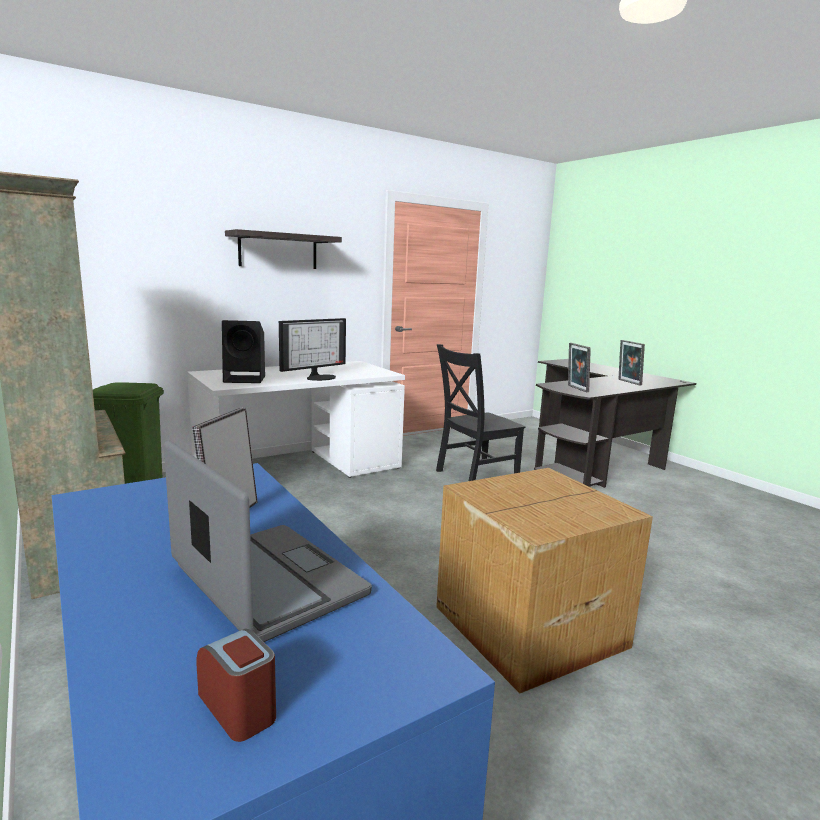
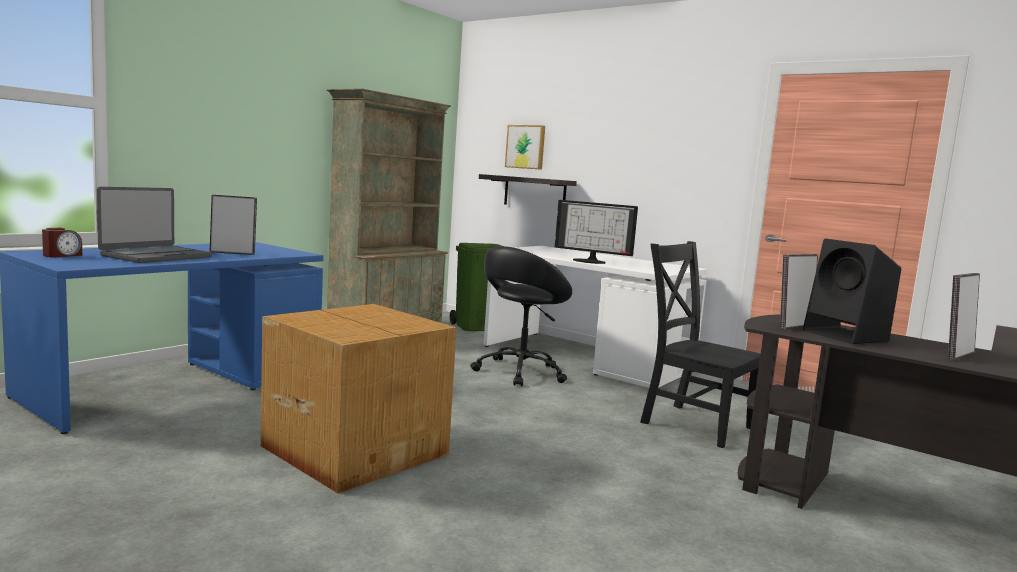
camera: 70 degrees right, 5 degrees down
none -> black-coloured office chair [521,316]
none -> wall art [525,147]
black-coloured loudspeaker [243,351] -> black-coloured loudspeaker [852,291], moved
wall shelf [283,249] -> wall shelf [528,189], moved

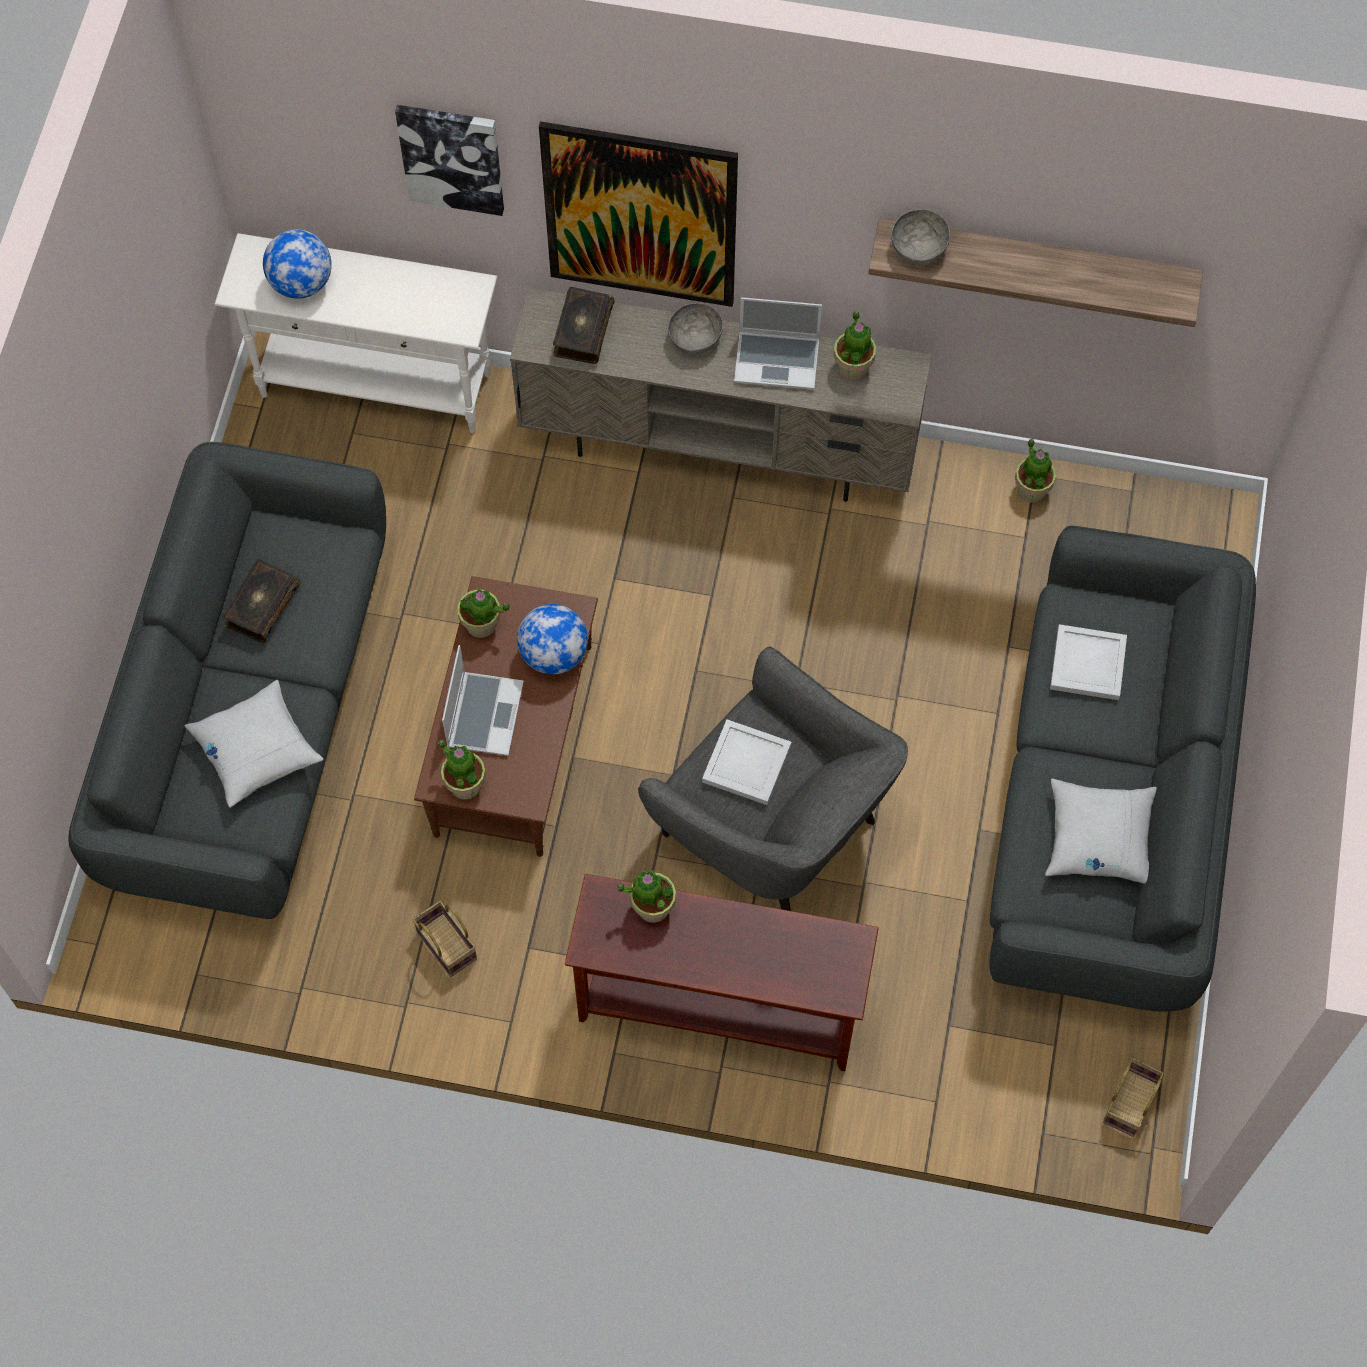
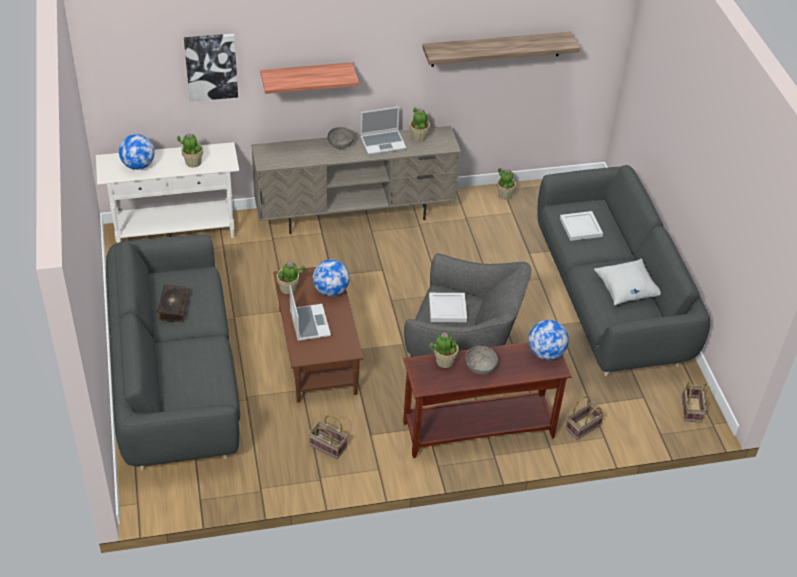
camera: 25 degrees left, 20 degrees down
gray cushion [254,744] -> none
book [583,325] -> none
none -> desk globe [548,340]
none -> storage basket [585,418]
potted plant [462,770] -> potted plant [190,150], moved
gray deep dish [920,237] -> gray deep dish [482,360], moved
wall art [638,214] -> wall shelf [309,78]

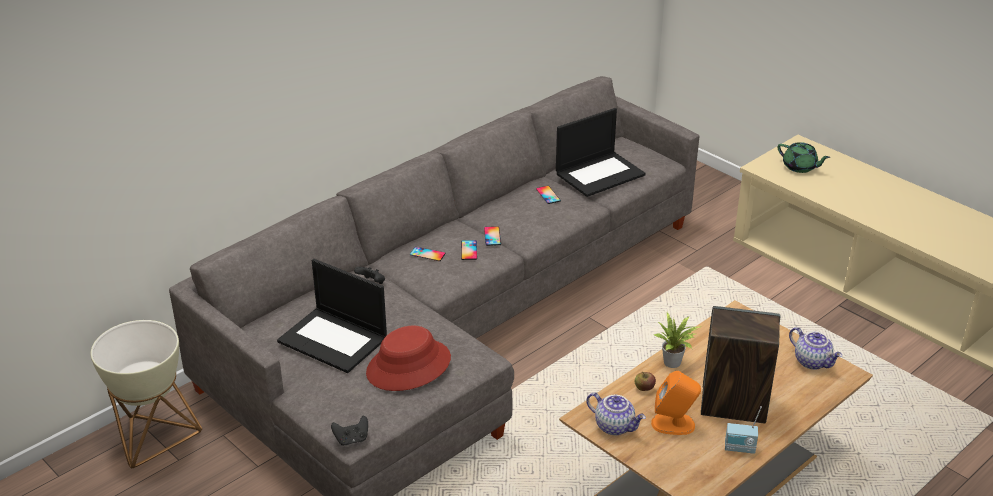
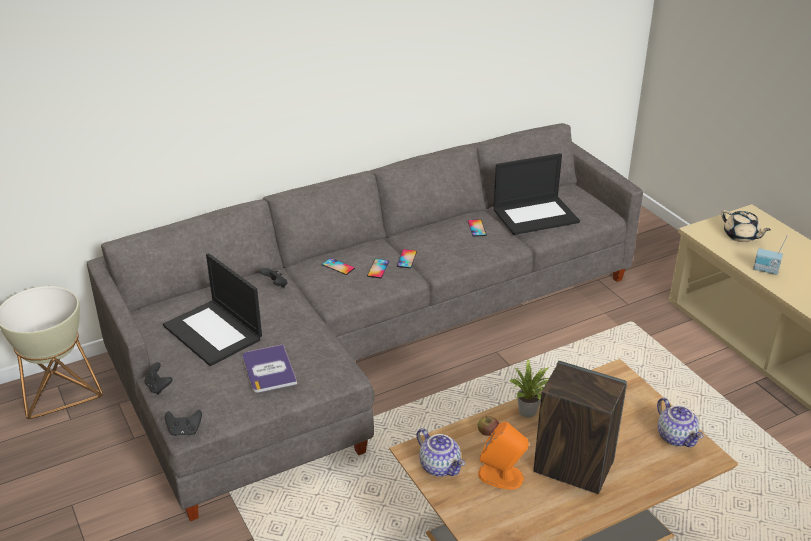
camera: 15 degrees right, 0 degrees up
none -> black-coloured joypad [158,378]
radio [743,430] -> radio [770,255], moved
reddish wearable hat [408,358] -> book [269,368]
greenish tea pot [803,157] -> beige tea pot [746,226]

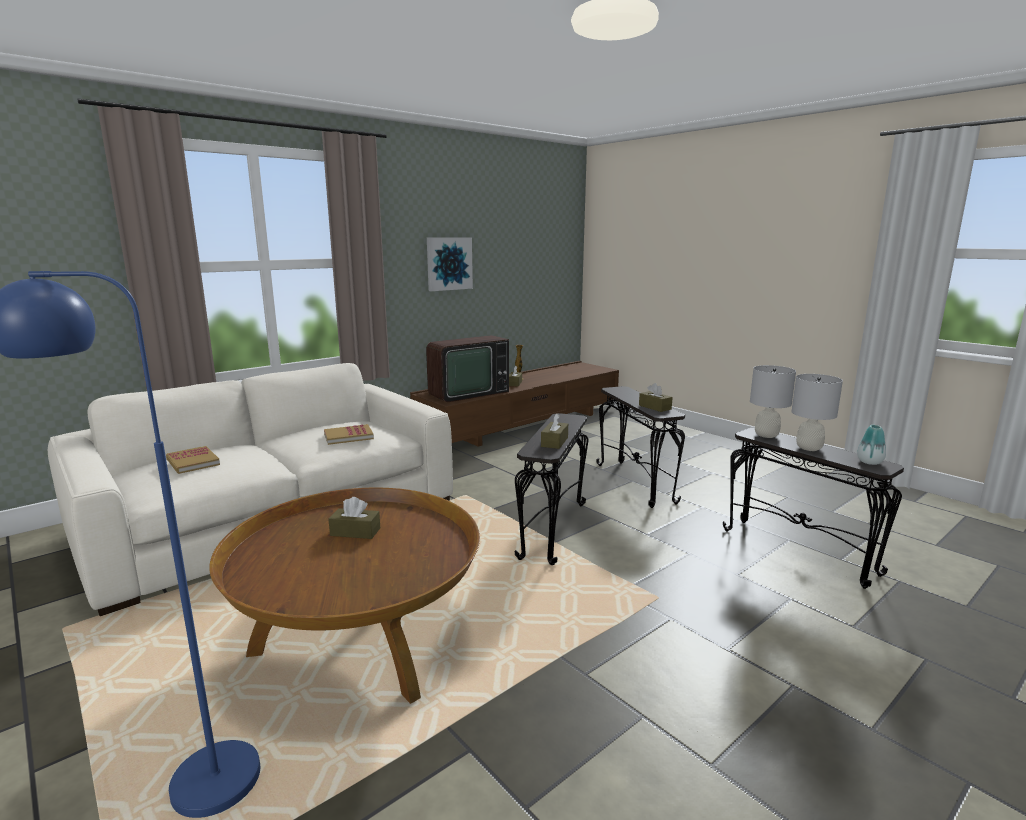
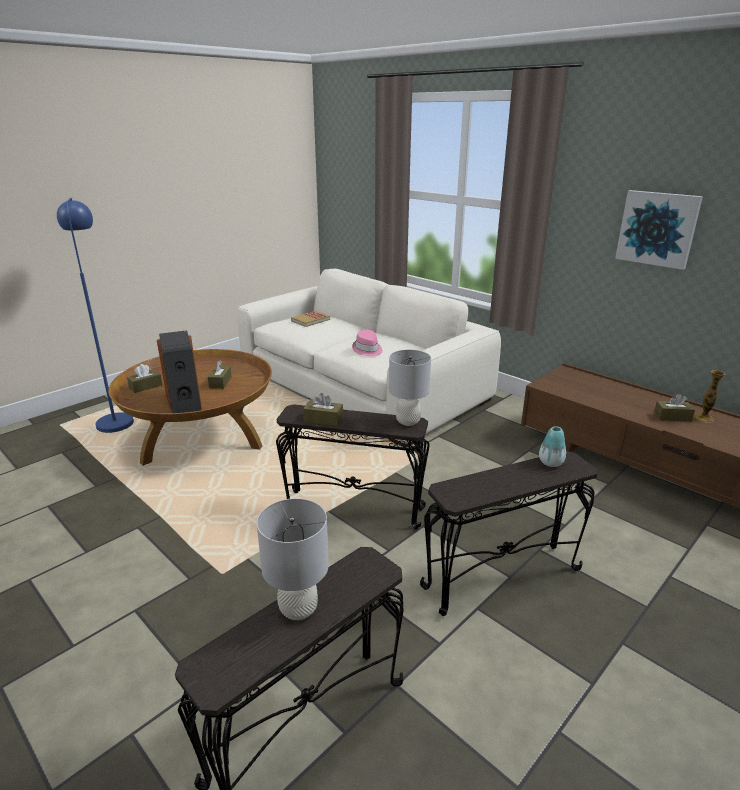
camera: 85 degrees right, 10 degrees up
television [467,368] -> none
none -> loudspeaker [179,371]
brown-coloured tissue holder [656,397] -> brown-coloured tissue holder [144,378], moved
gray lamp for a table [773,401] -> gray lamp for a table [410,388], moved
flower vase [871,445] -> flower vase [552,446], moved
book [349,434] -> pink wearable hat [367,343]

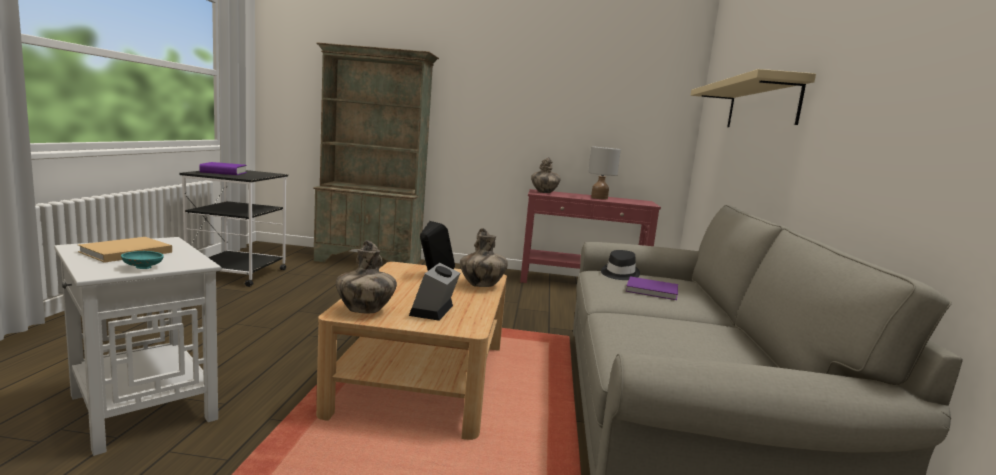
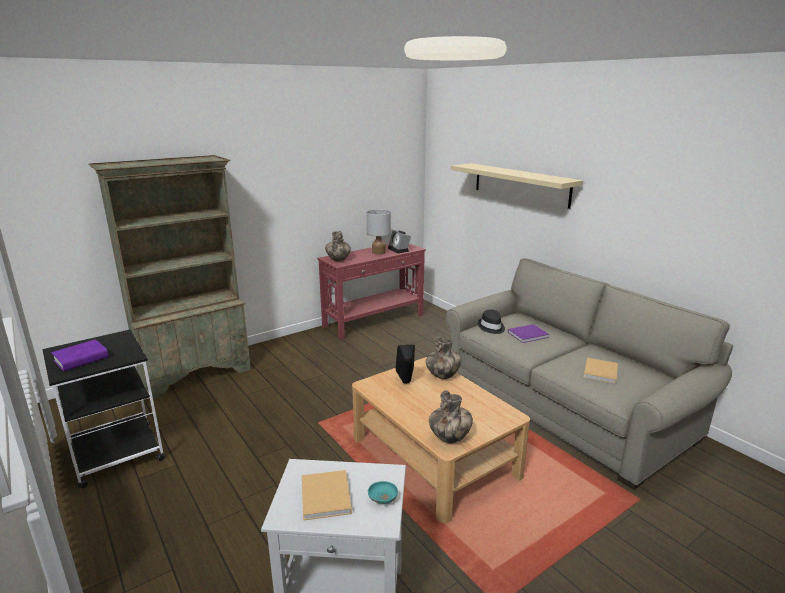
camera: 40 degrees left, 10 degrees up
none -> beige book [601,371]
table clock [434,292] -> table clock [399,241], moved

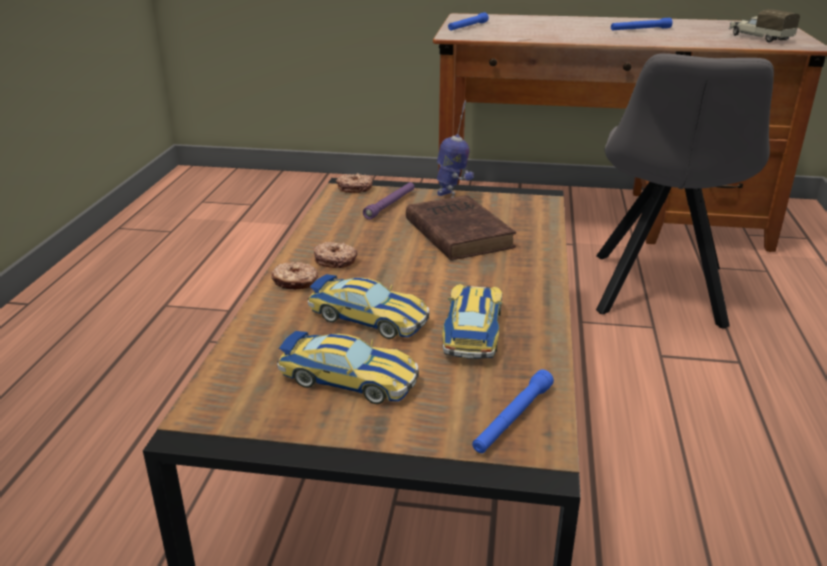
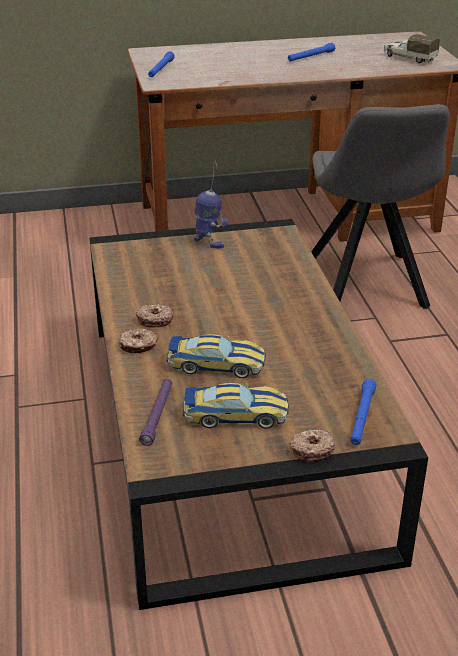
camera: 20 degrees left, 5 degrees up
brown-coloured book [461,228] -> none
toy car [472,321] -> none
doughnut [354,183] -> doughnut [312,445], moved
purple flashlight [388,201] -> purple flashlight [155,412], moved

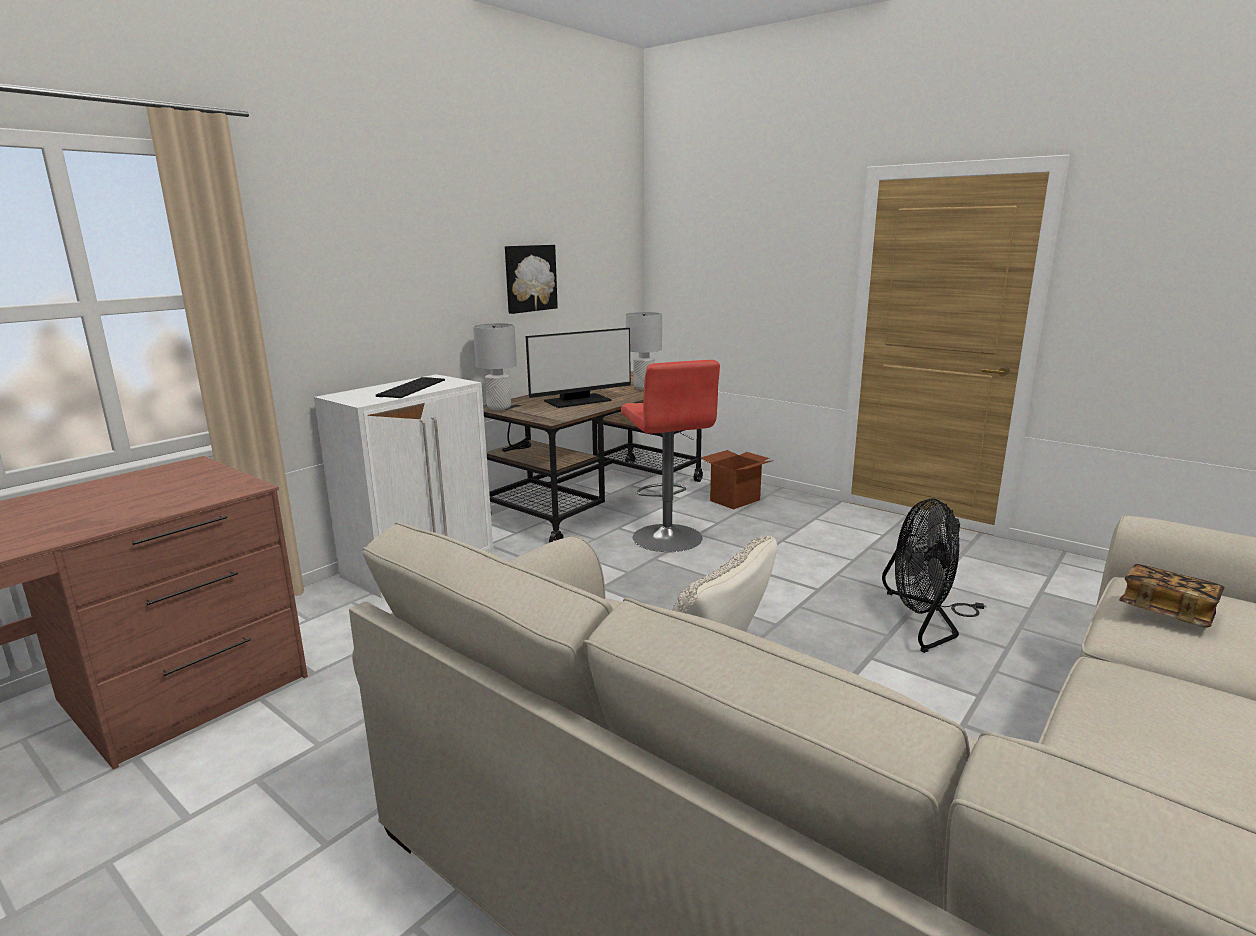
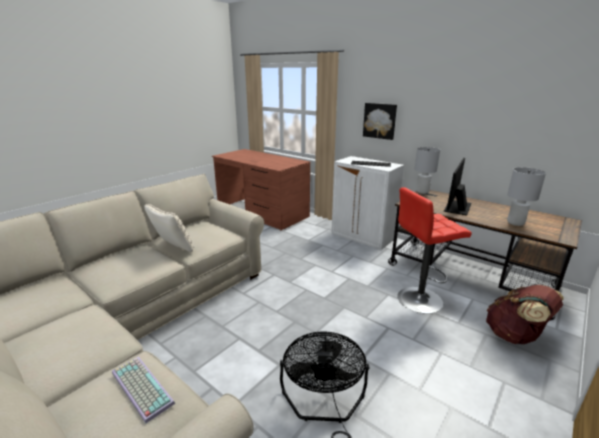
camera: 90 degrees right, 5 degrees up
wall art [531,279] -> wall art [380,121], moved
packing box [737,479] -> brown-coloured backpack [525,314]
book [1172,596] -> keyboard [143,390]
monitor [578,368] -> monitor [457,187], 60 degrees clockwise

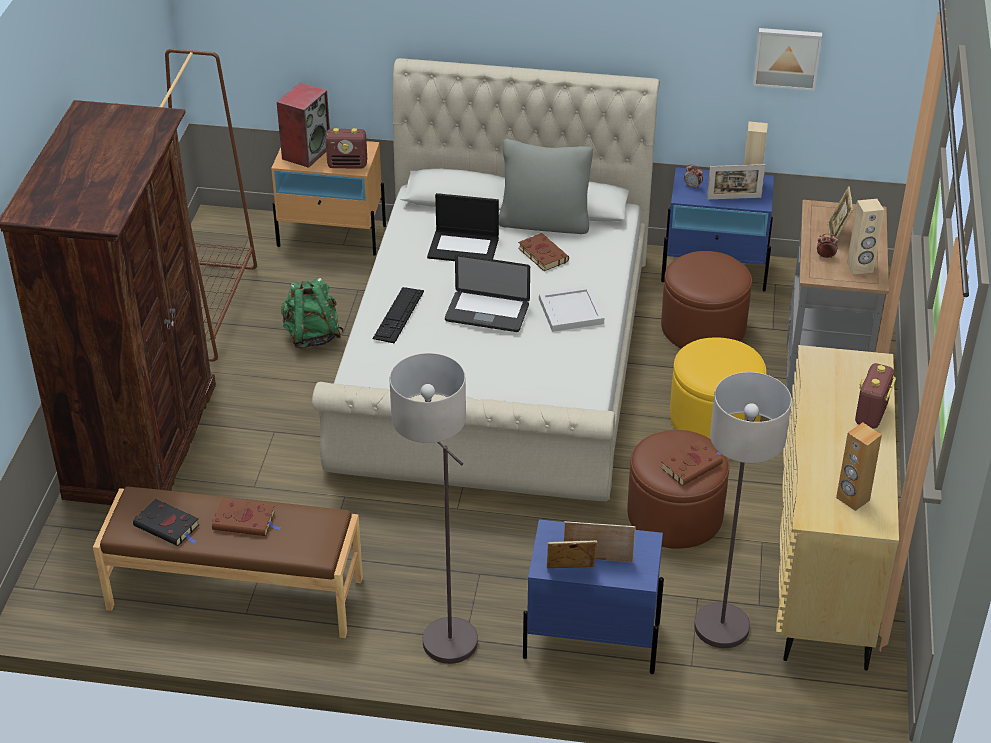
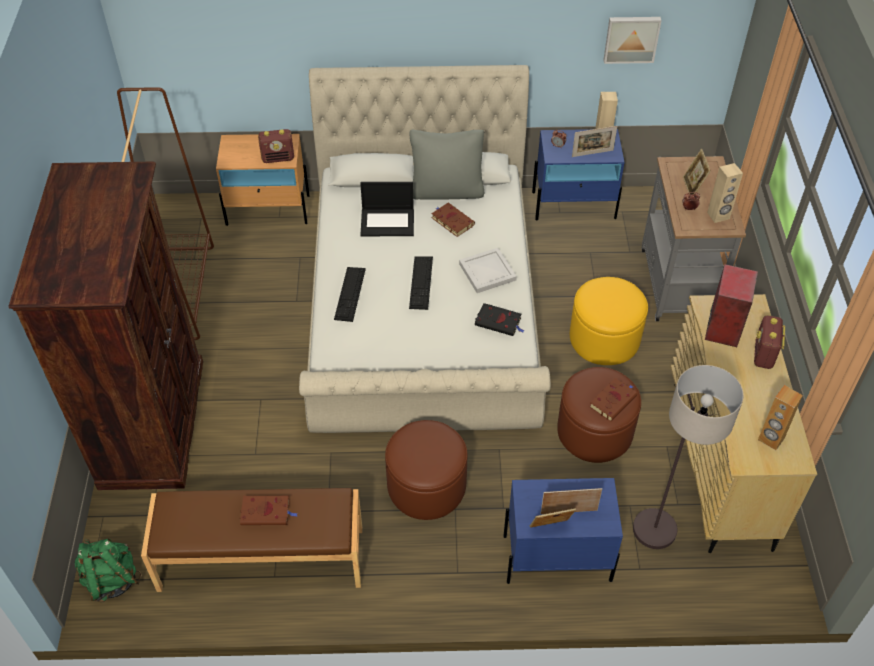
camera: 10 degrees left, 10 degrees up
gray standard lamp [434,508] -> none
black-coloured book [166,522] -> black-coloured book [500,319], moved
loudspeaker [303,125] -> loudspeaker [731,305], moved
greenish backpack [312,313] -> greenish backpack [108,570], moved
brown-coloured footrest [706,300] -> brown-coloured footrest [426,470], moved
notebook computer [487,293] -> keyboard [421,283]

